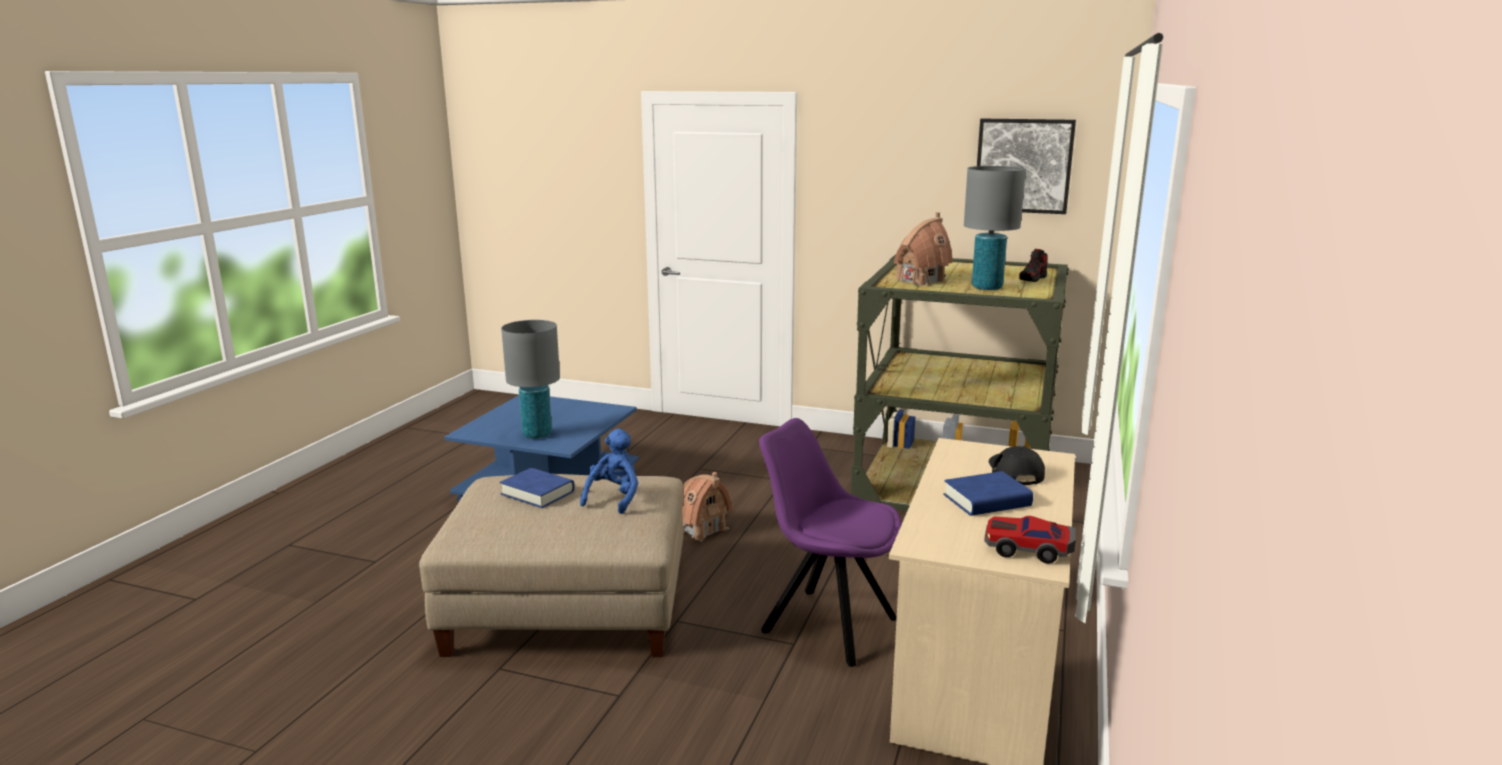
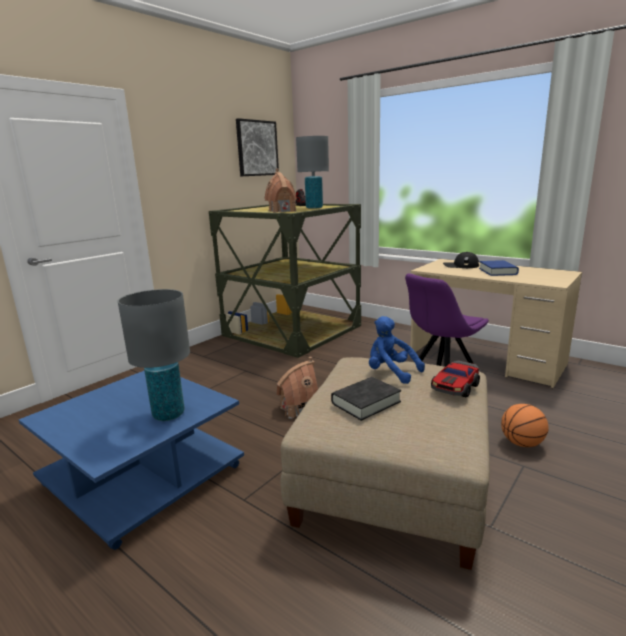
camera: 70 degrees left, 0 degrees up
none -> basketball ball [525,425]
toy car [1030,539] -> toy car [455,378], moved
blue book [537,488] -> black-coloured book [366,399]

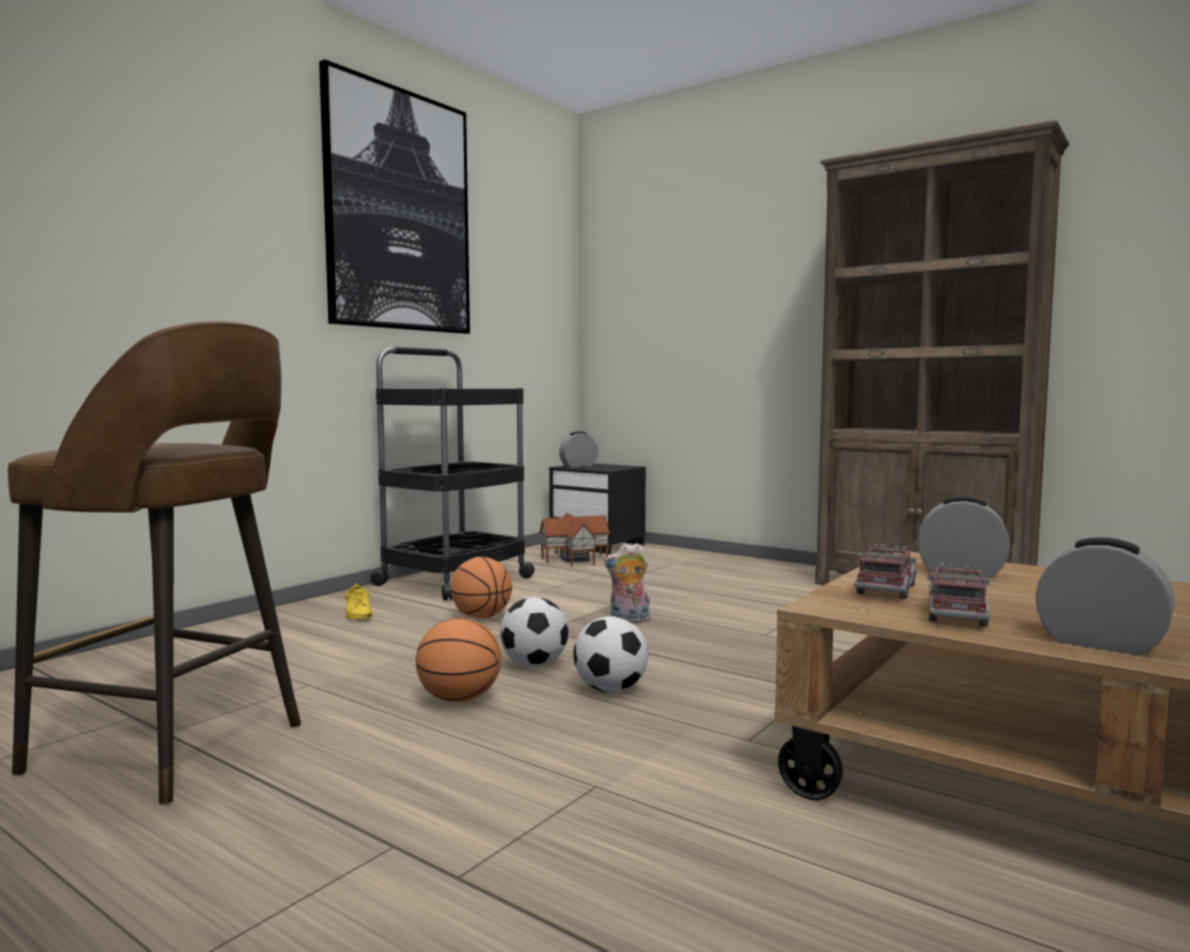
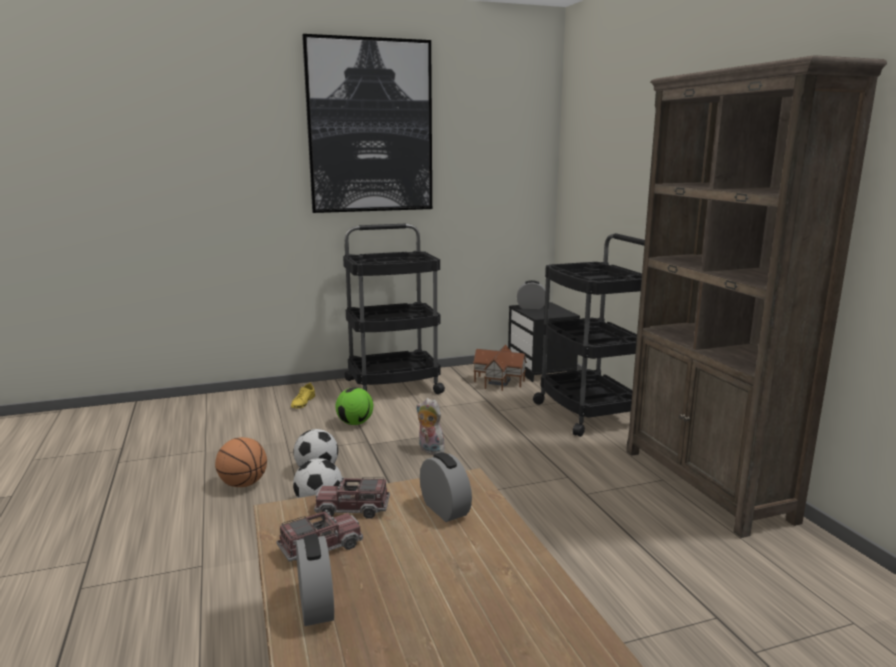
camera: 35 degrees right, 10 degrees up
brown-coloured stool seat [154,563] -> none
none -> black-coloured trolley [589,335]
basketball ball [481,587] -> football [354,406]
toy truck [885,571] -> toy truck [352,497], 150 degrees counterclockwise

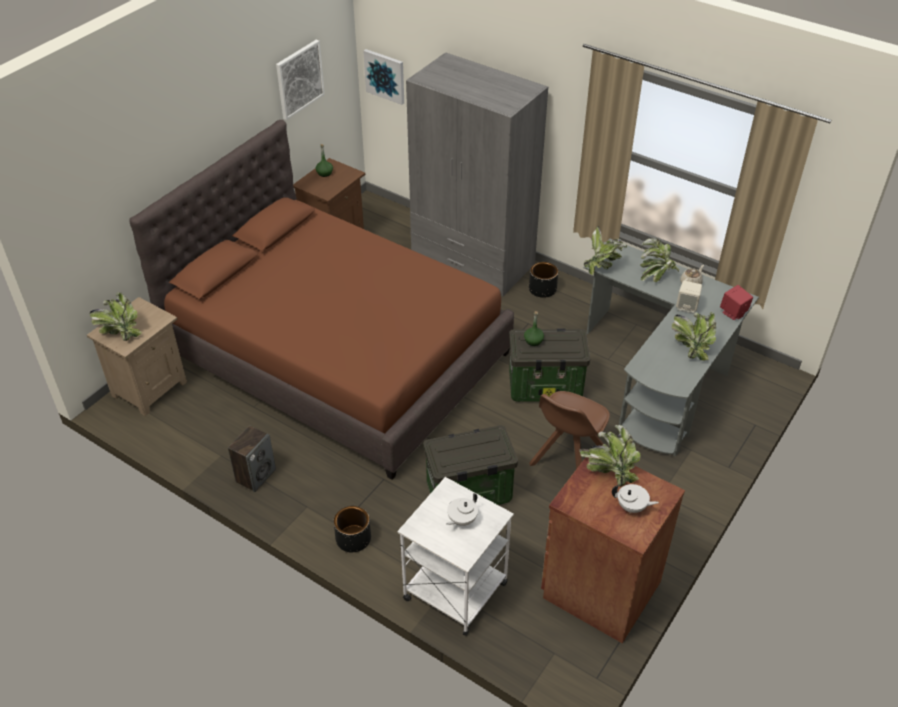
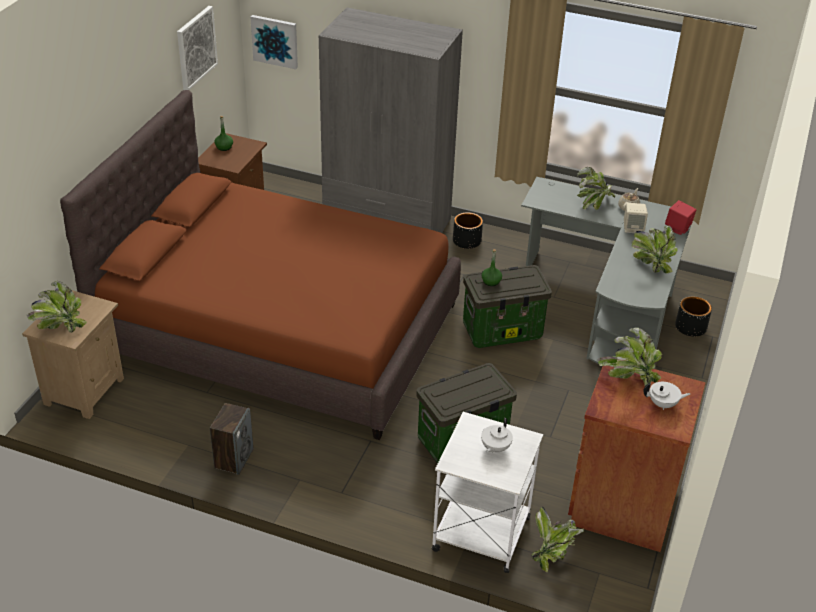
camera: 15 degrees left, 5 degrees down
brown-coloured plain chair [569,430] -> none
black-coloured planter [352,529] -> black-coloured planter [693,316], moved
potted plant [605,250] -> potted plant [557,539], moved

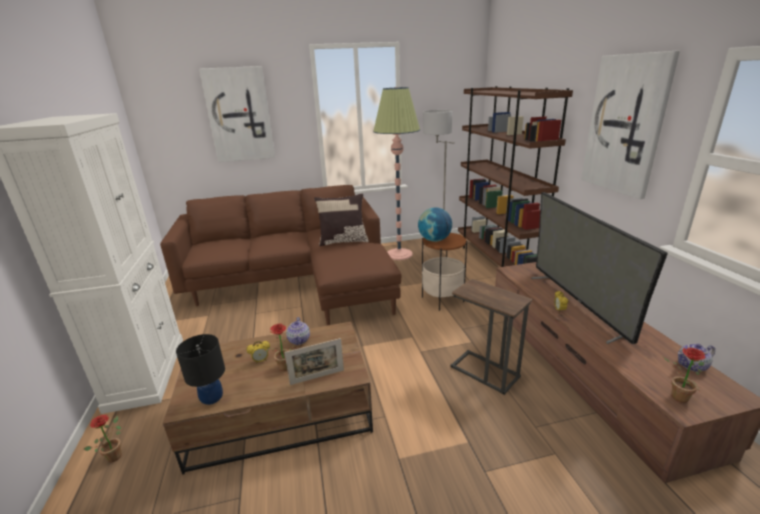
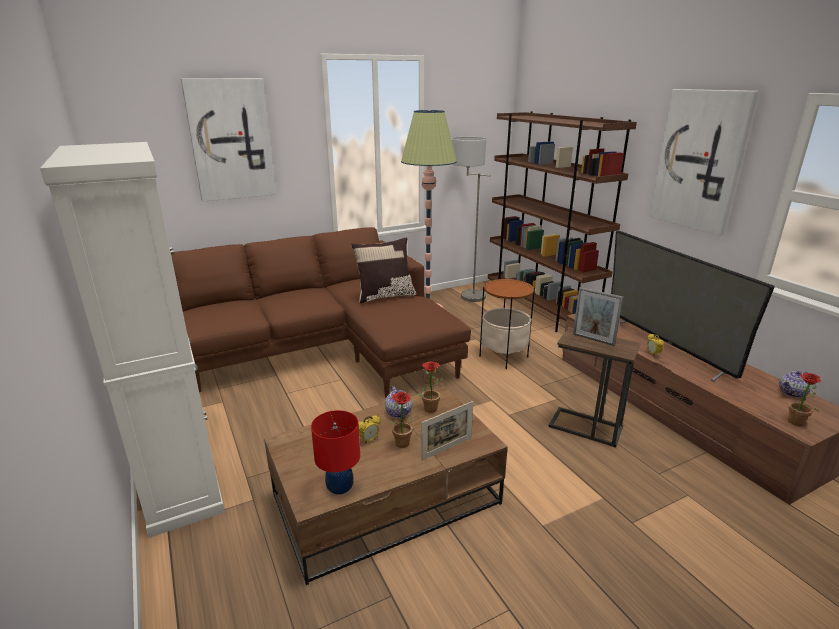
camera: 15 degrees left, 0 degrees up
desk globe [435,224] -> none
none -> photo frame [598,316]
potted plant [103,438] -> potted plant [430,387], moved
black-coloured lamp for a table [200,369] -> reddish lamp for a table [335,452]

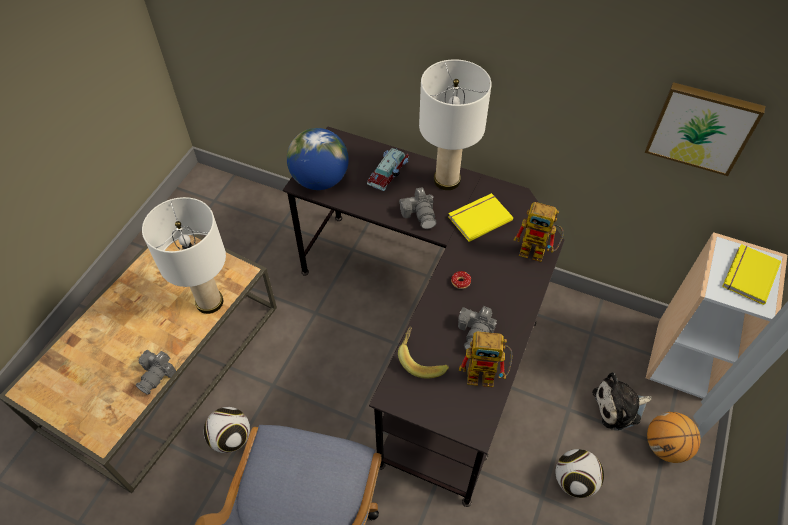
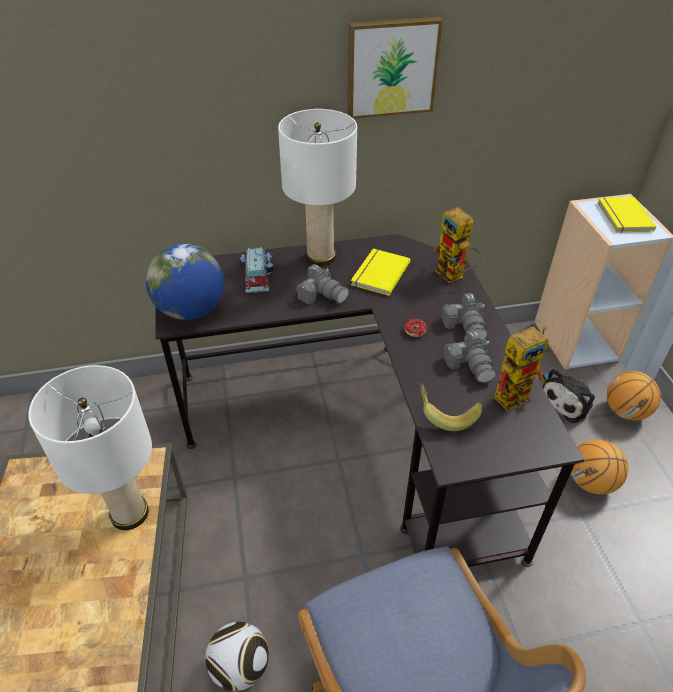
camera: 35 degrees left, 10 degrees down
still camera [156,372] -> still camera [465,316], moved
wall art [705,129] -> wall art [395,68], moved
football [579,473] -> basketball ball [599,467]
model robot [538,232] -> model robot [459,245], 75 degrees clockwise

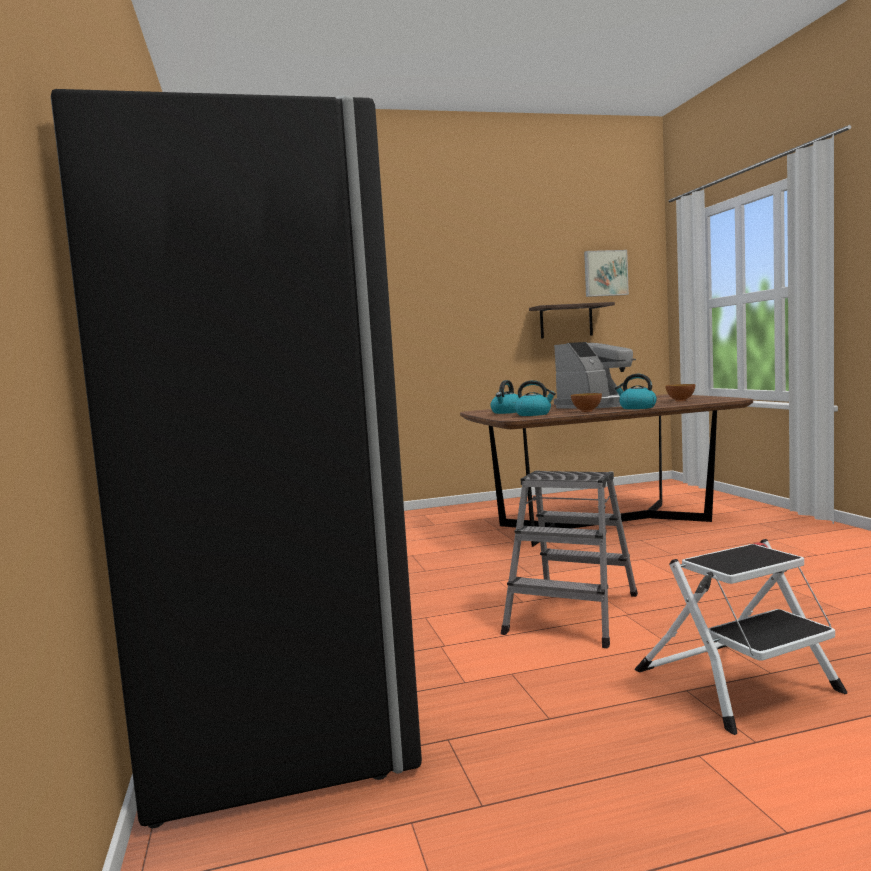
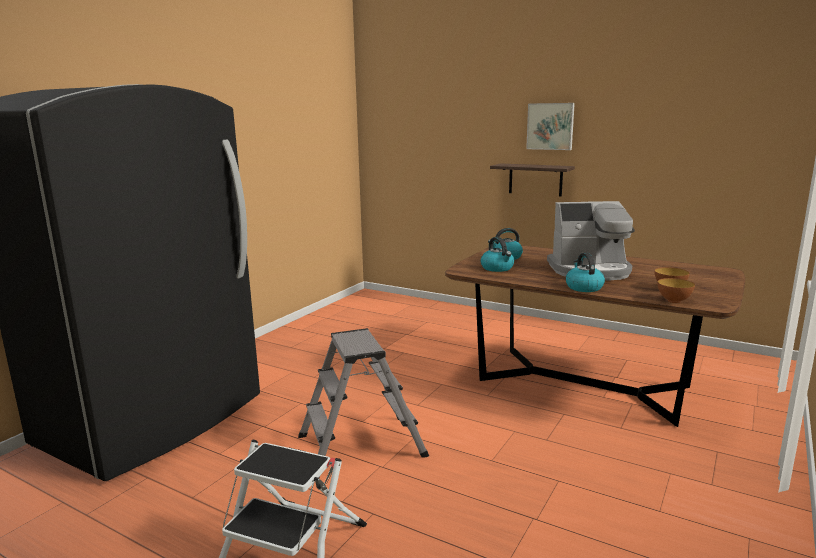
camera: 45 degrees right, 10 degrees up
wall shelf [572,320] -> wall shelf [532,179], moved
deep dish [586,402] -> deep dish [676,290], moved
wall art [606,273] -> wall art [550,126], moved

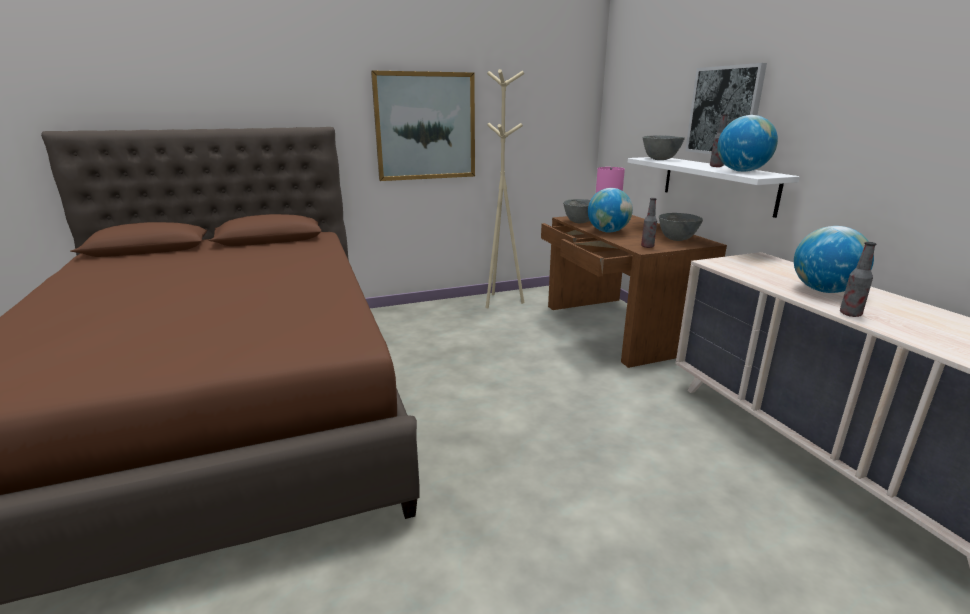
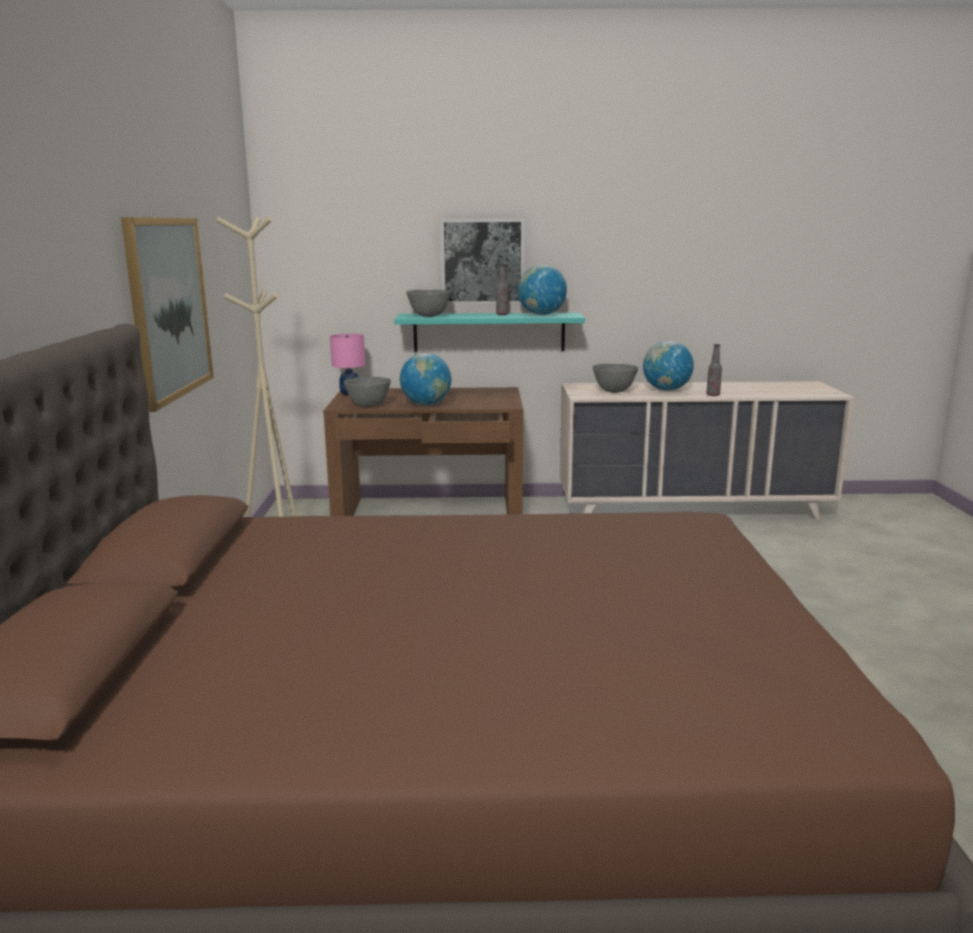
camera: 70 degrees left, 5 degrees down
beverage bottle [649,223] -> none
gray deep dish [681,227] -> gray deep dish [615,378], moved
white wall shelf [714,187] -> turquoise-coloured wall shelf [489,332]

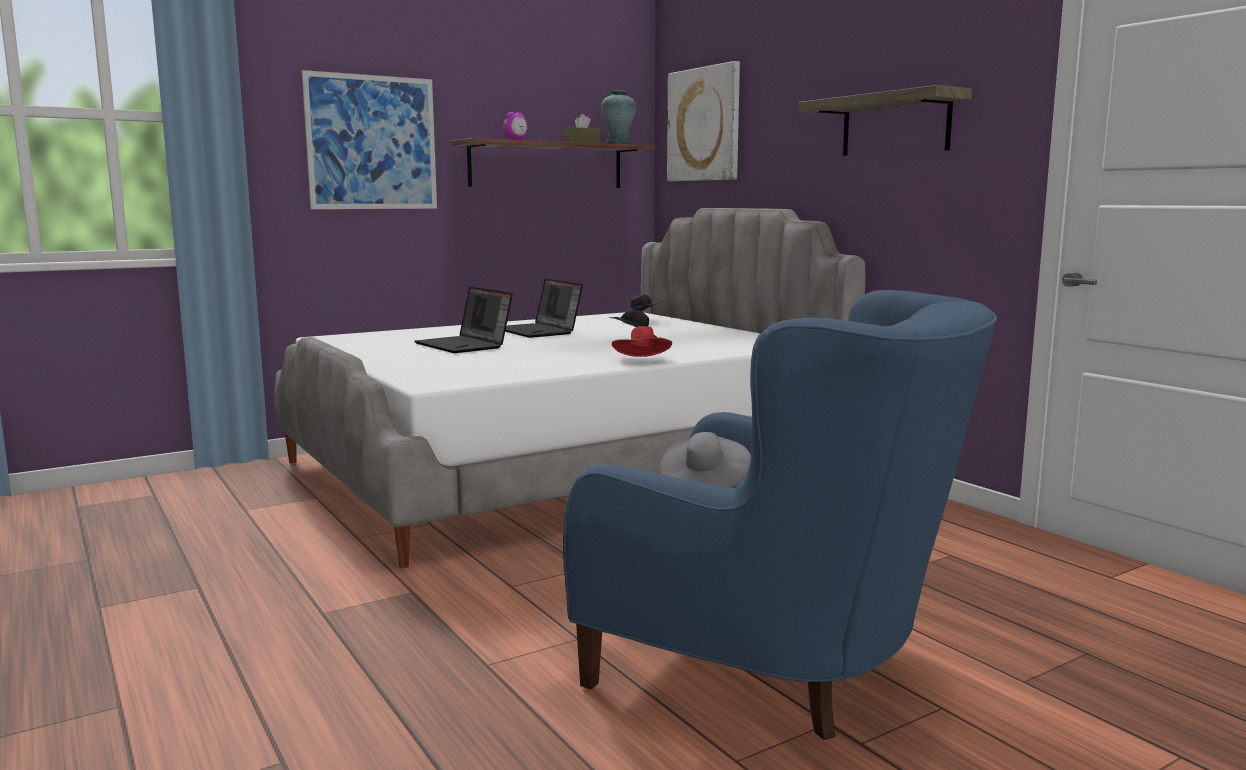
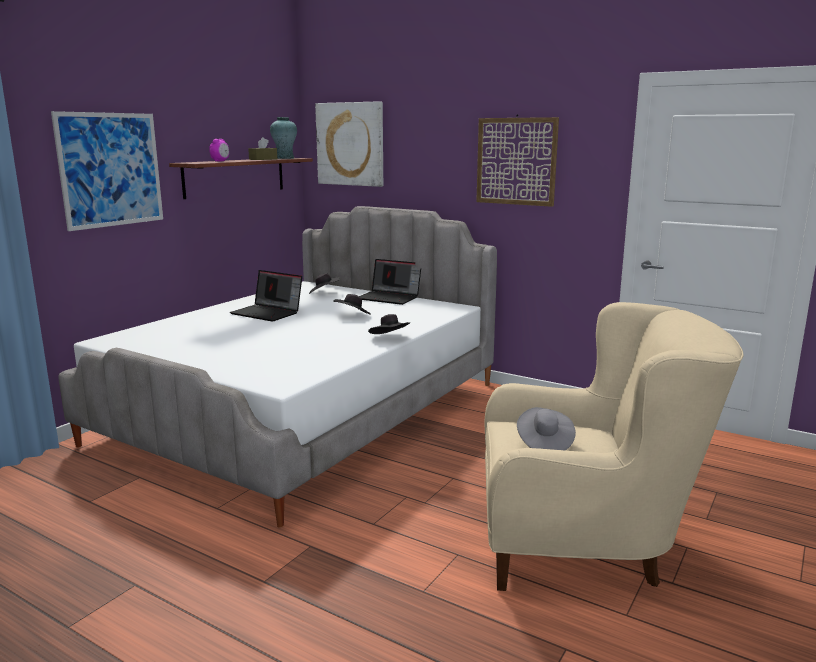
camera: 25 degrees left, 5 degrees up
notebook computer [464,320] -> notebook computer [390,282], moved
wall shelf [885,120] -> wall art [517,161]
blue armchair [780,515] -> beige armchair [614,446]
reddish wearable hat [642,341] -> black-coloured wearable hat [389,324]

